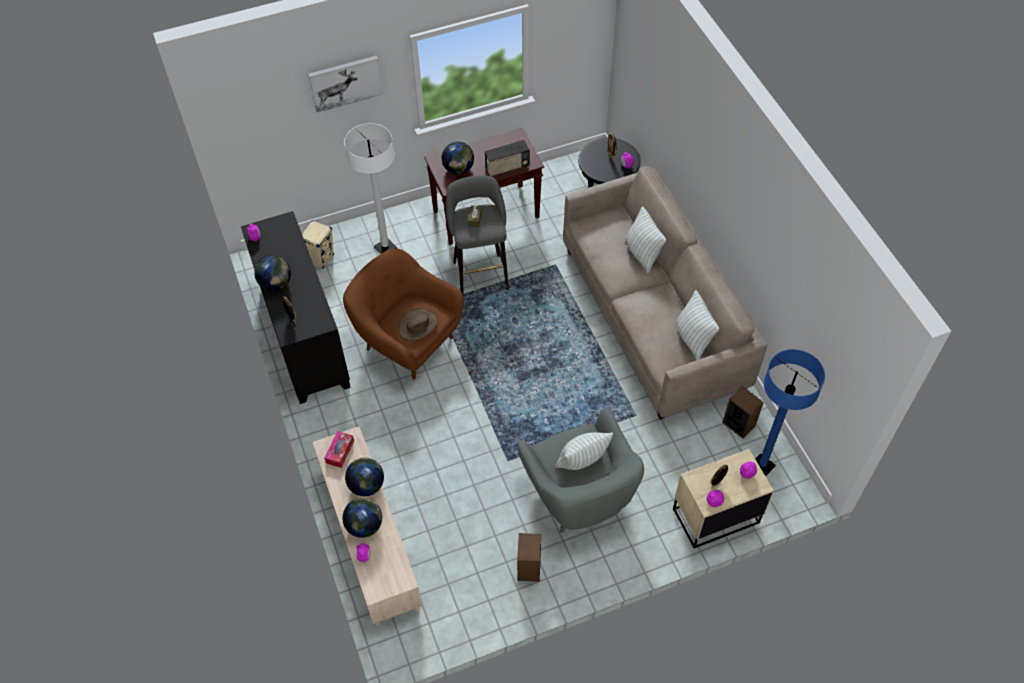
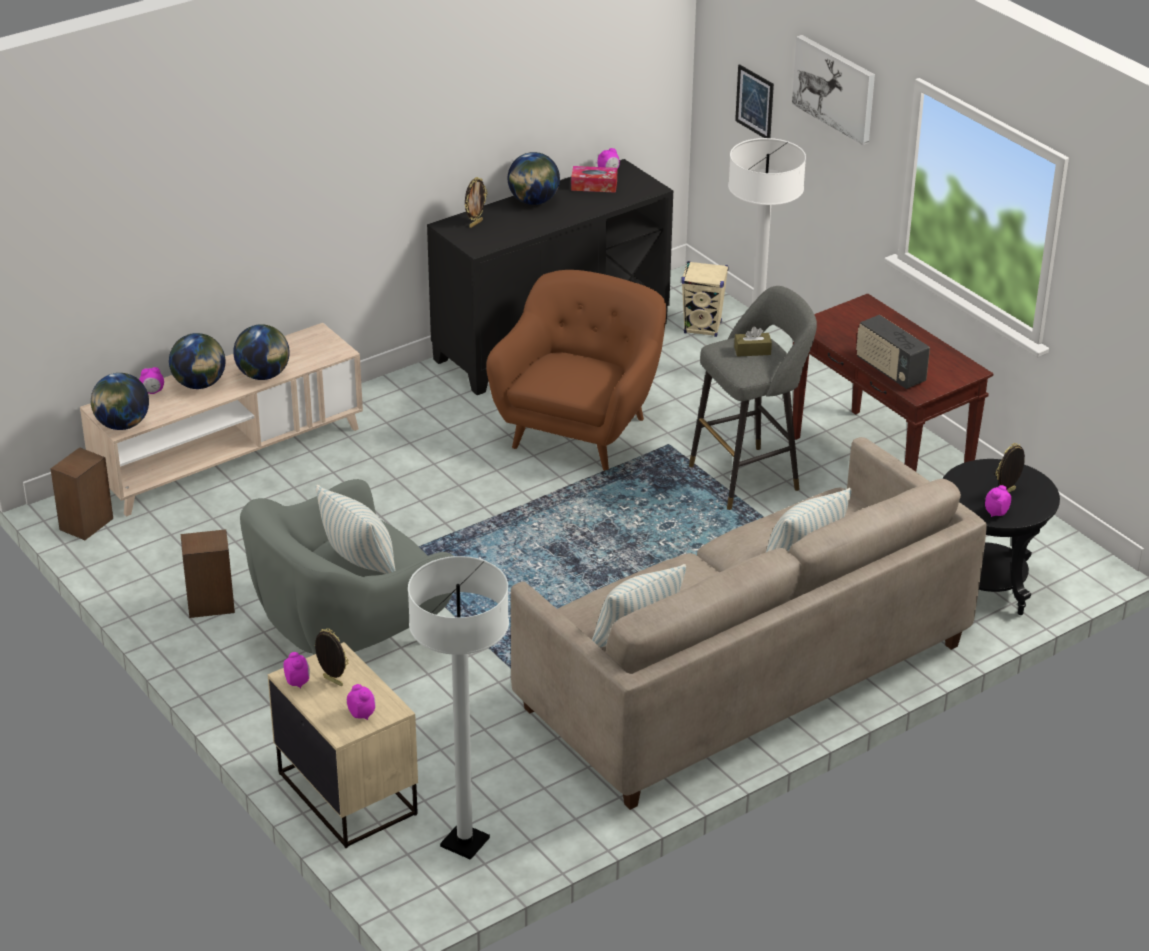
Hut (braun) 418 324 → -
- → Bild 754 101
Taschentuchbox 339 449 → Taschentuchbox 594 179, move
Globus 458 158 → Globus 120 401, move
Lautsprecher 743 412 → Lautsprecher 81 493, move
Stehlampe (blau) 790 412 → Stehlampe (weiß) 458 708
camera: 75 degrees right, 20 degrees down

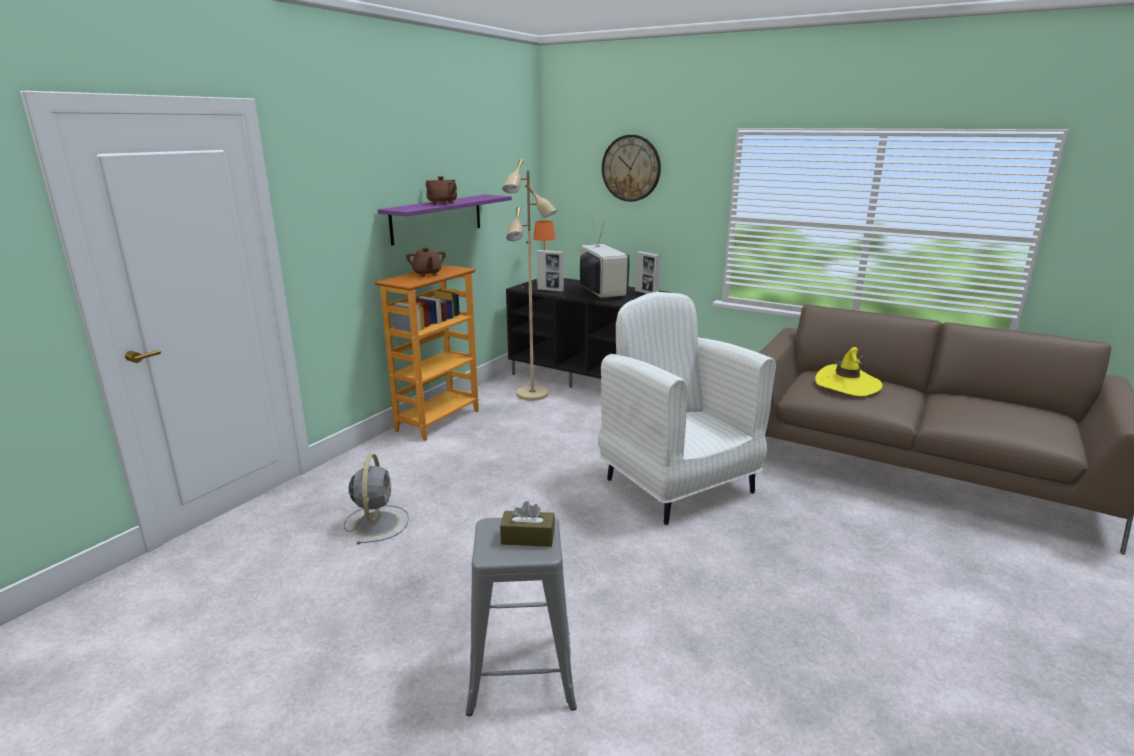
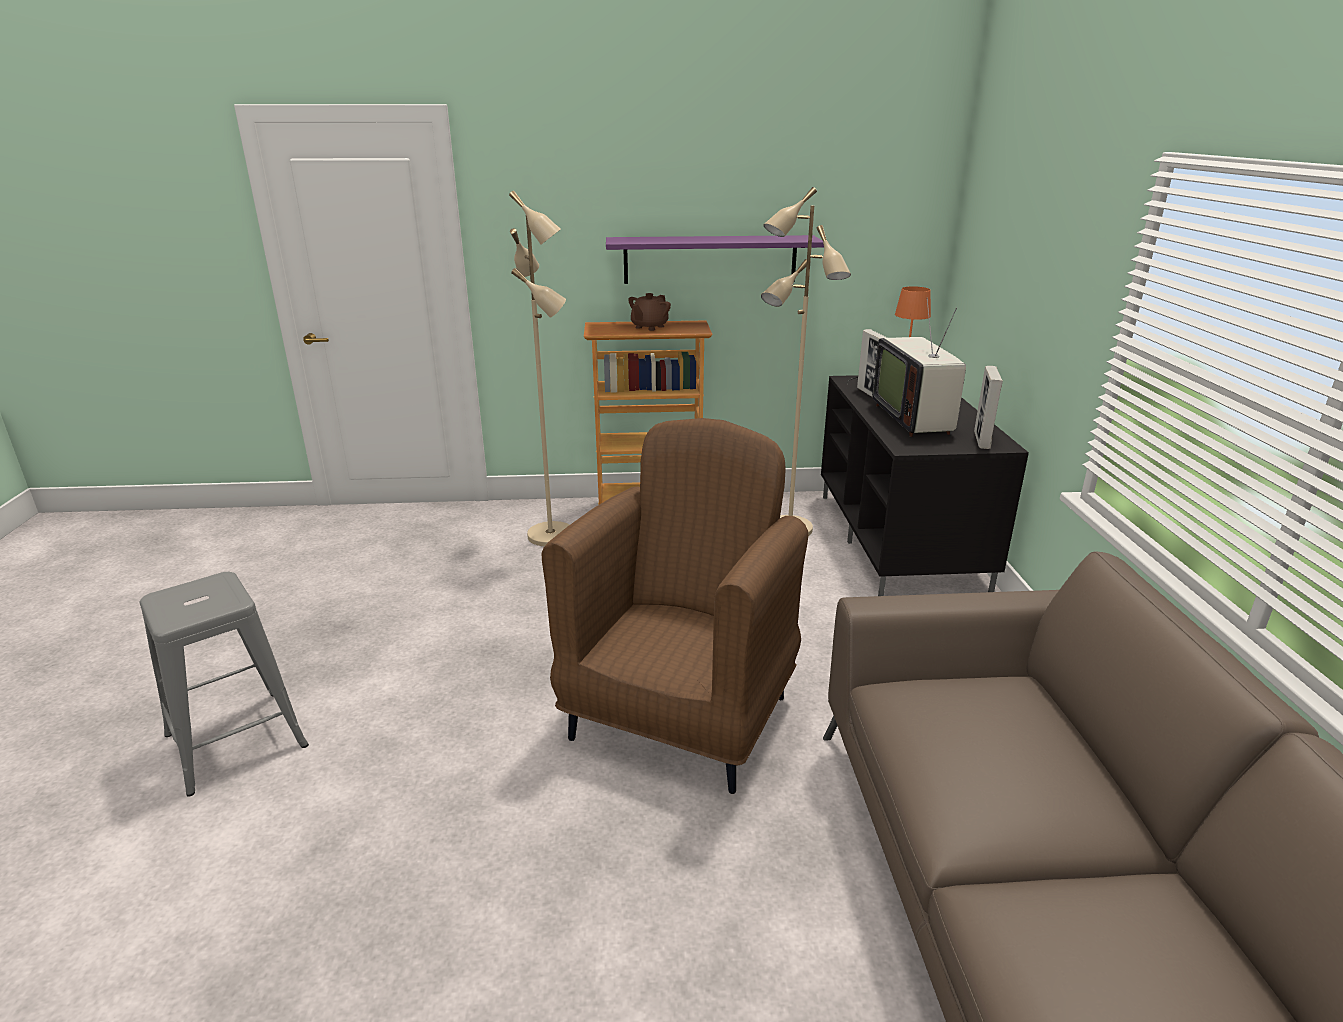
Ventilator (grau) 376 499 → -
Teekanne (braun) 441 190 → -
Taschentuchbox (braun) 527 524 → -
Wanduhr 631 168 → -
Hut (gelb) 848 371 → -
- → Stehlampe (beige) 539 368
Sessel (weiß) 687 408 → Sessel (braun) 674 606
Fernseher 605 256 → Fernseher 919 367, 135 degrees clockwise
camera: 55 degrees right, 5 degrees up

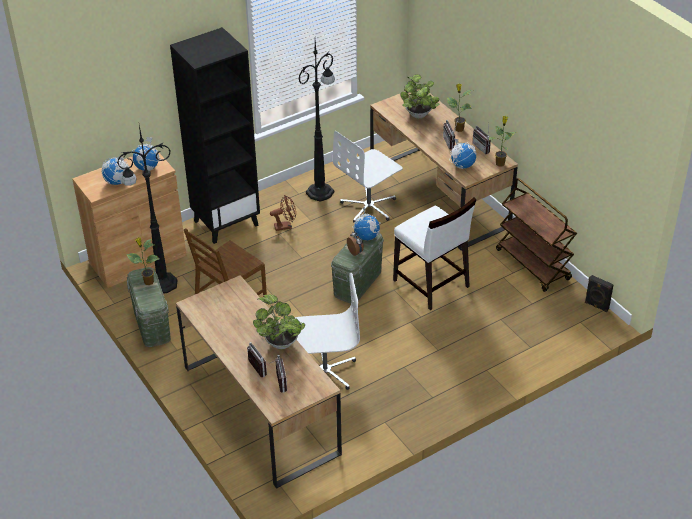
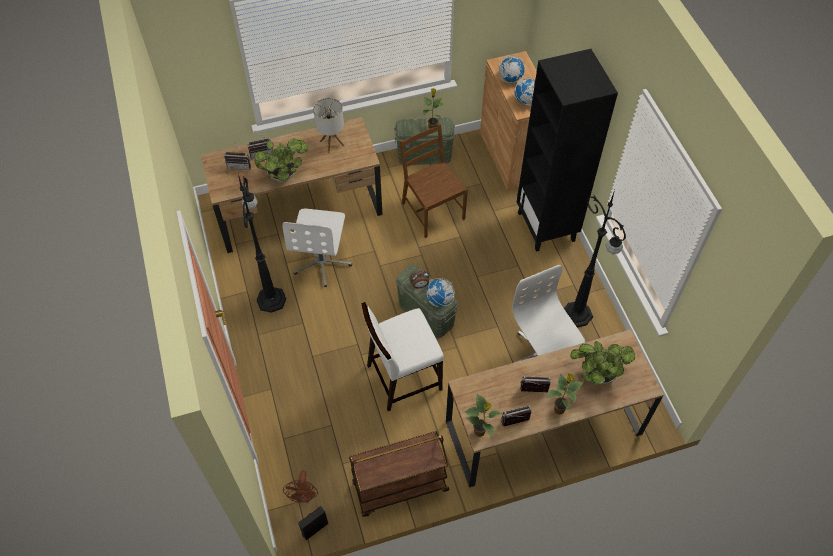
Globus 463 153 → -
- → Tischlampe 328 125
Stehlampe (schwarz) 147 209 → Stehlampe (schwarz) 262 244, move
Ventilator (braun) 283 213 → Ventilator (braun) 300 486, move
camera: 105 degrees right, 15 degrees up

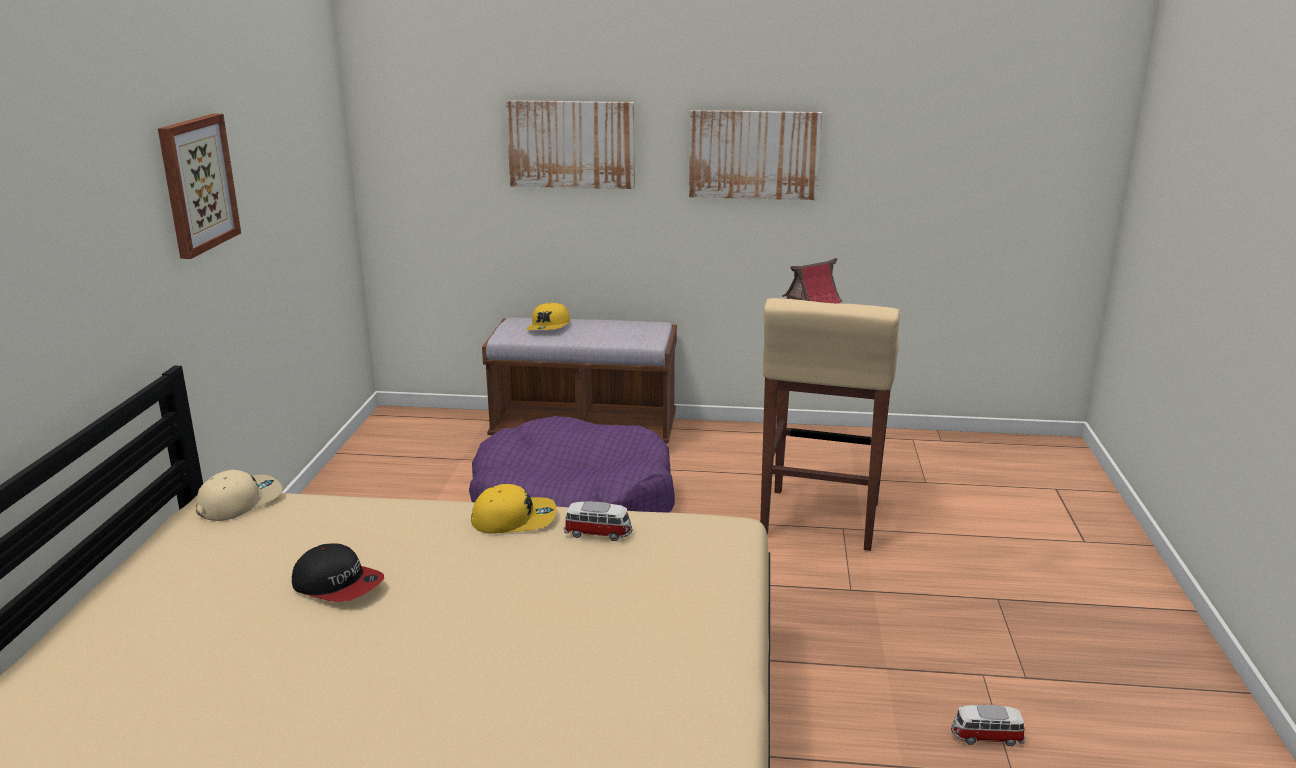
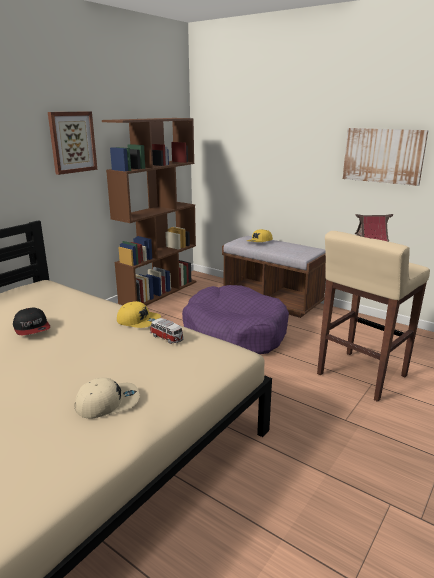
Bild 570 144 → -
Spielzeugauto 988 725 → -
- → Bücherregal (braun) 149 212
Kappe (beige) 239 495 → Kappe (beige) 107 398, move
camera: 30 degrees right, 0 degrees up

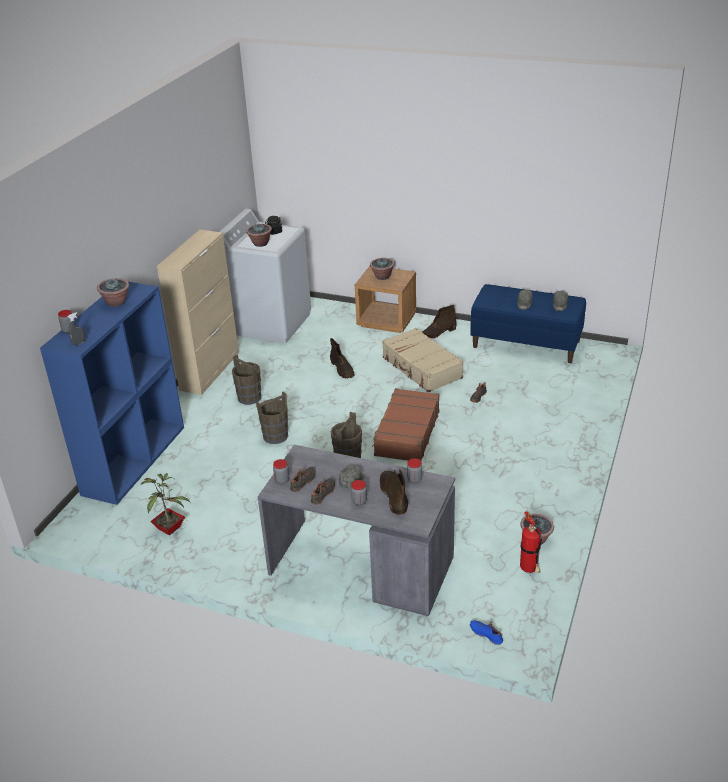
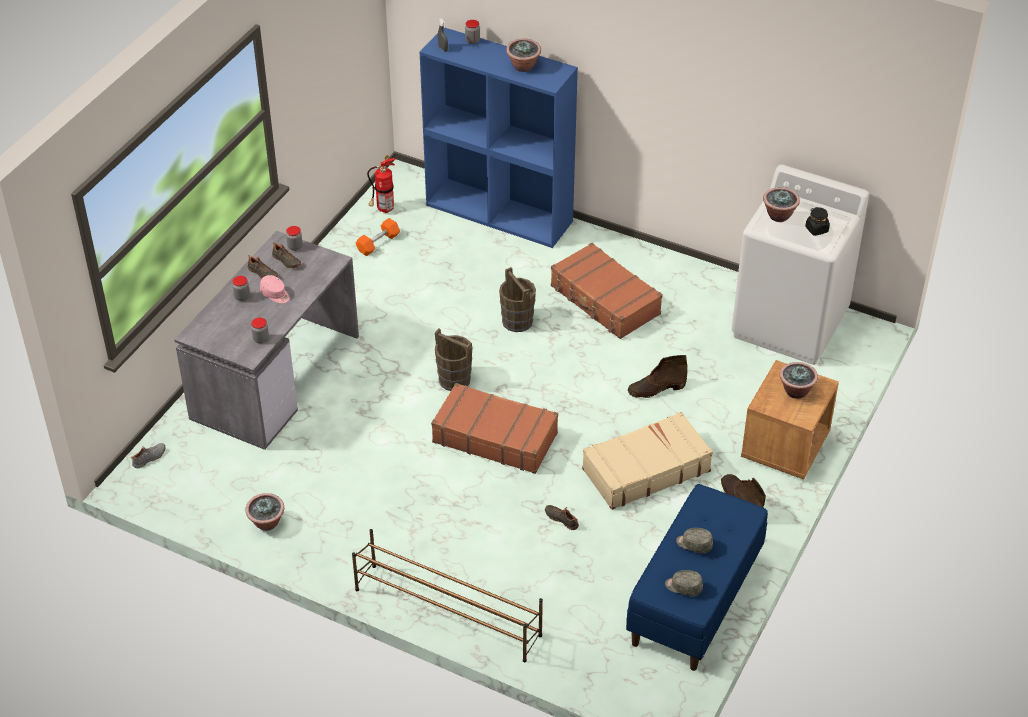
Schrank (beige) 198 312 → -
Stiefel (braun) 393 492 → -
- → Schuhregal (braun) 447 595
Feuerlöscher 531 542 → Feuerlöscher 381 184, move
Topfpflanze 165 504 → Hantel (orange) 378 237
Eimer (braun) 246 380 → Koffer (braun) 607 291
Kappe (grau) 351 477 → Kappe (rosa) 275 289
Schuh (blau) 486 632 → Schuh (grau) 148 455
camera: 95 degrees right, 10 degrees up

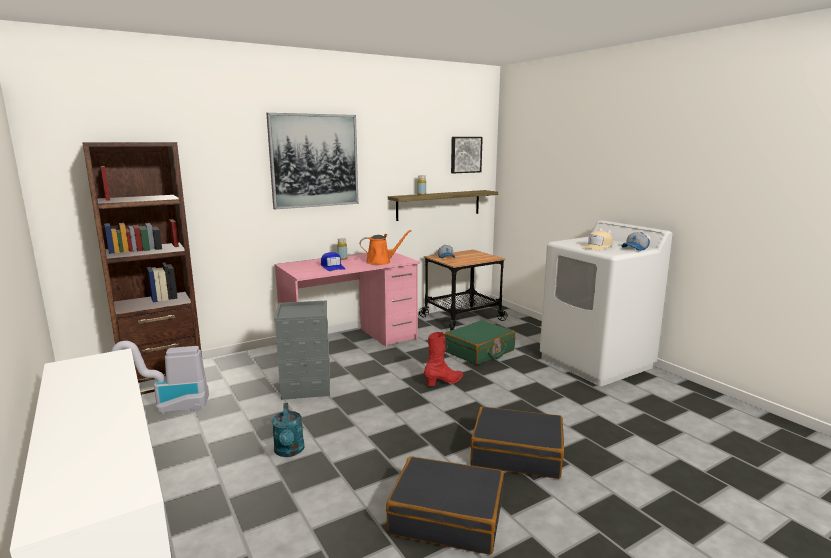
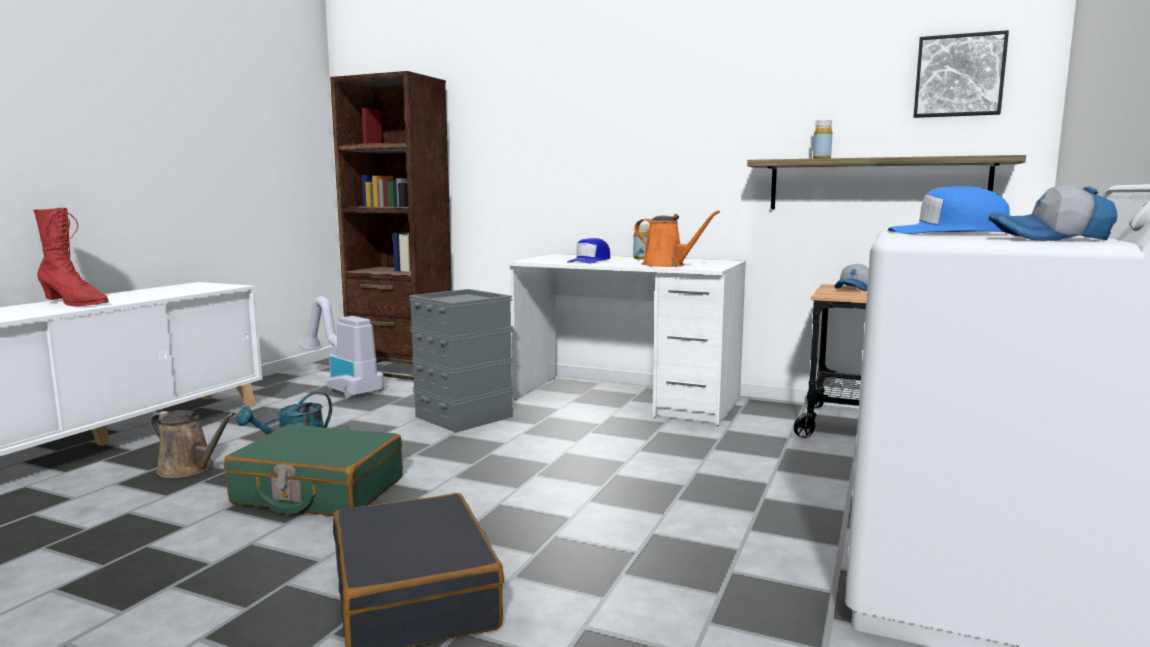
Bild 312 161 → -
Koffer (schwarz) 445 505 → -
- → Gießkanne (braun) 192 444
Stiefel (rot) 443 359 → Stiefel (rot) 70 257, move
Koffer (grün) 479 342 → Koffer (grün) 313 470, move
Schreibtisch (rosa) 347 300 → Schreibtisch (weiß) 626 340
Kappe (beige) 597 241 → Kappe (blau) 949 210
camera: 55 degrees right, 5 degrees down

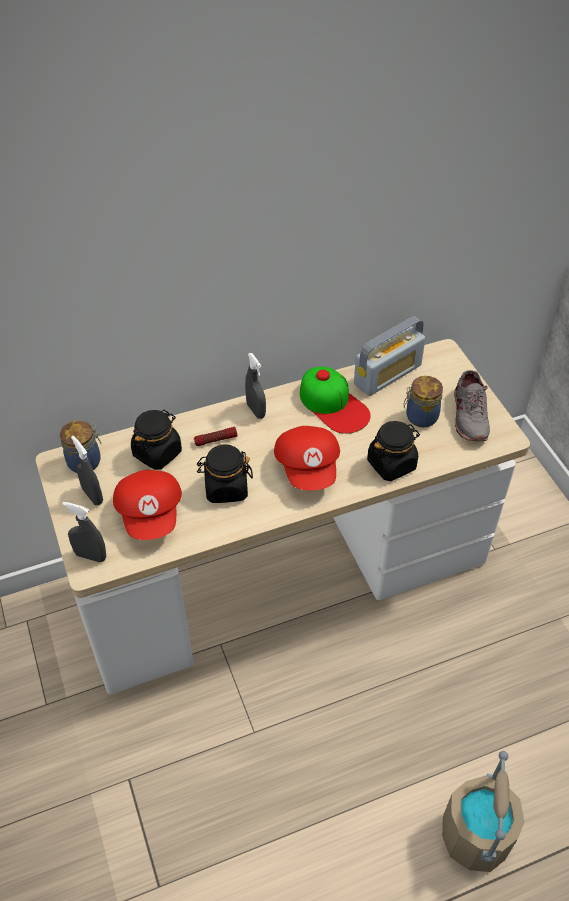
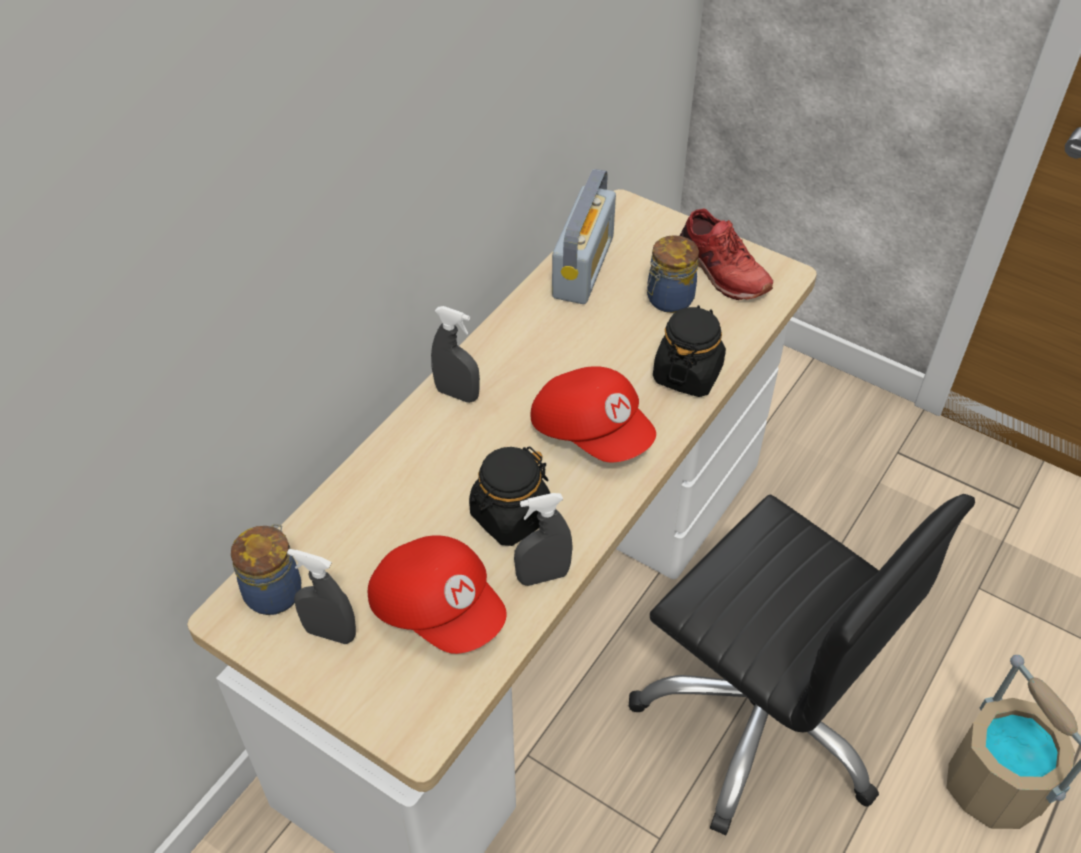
Vorratsglas (schwarz) 156 440 → -
Taschenlampe 215 436 → -
Kappe 335 400 → -
- → Bürostuhl (schwarz) 802 665
Sprühflasche (grau) 84 532 → Sprühflasche (grau) 543 539, move
Schuh (grau) 472 405 → Schuh (rot) 726 254
camera: 35 degrees left, 0 degrees up

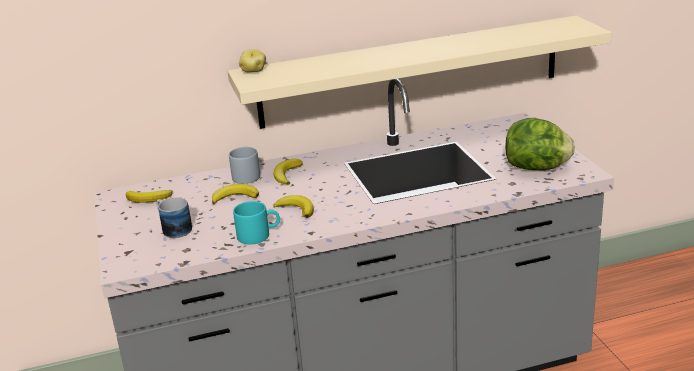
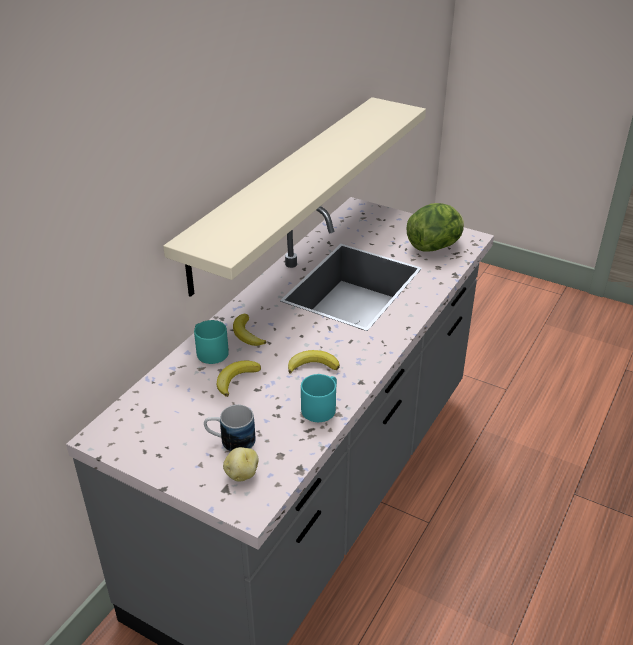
Banane 149 196 → -
Kartoffel 252 60 → Kartoffel 241 464, move
Henkelbecher (grau) 244 165 → Henkelbecher (türkis) 211 342
camera: 45 degrees left, 10 degrees up

